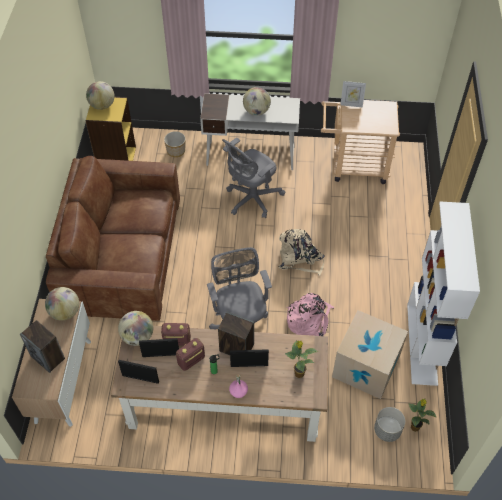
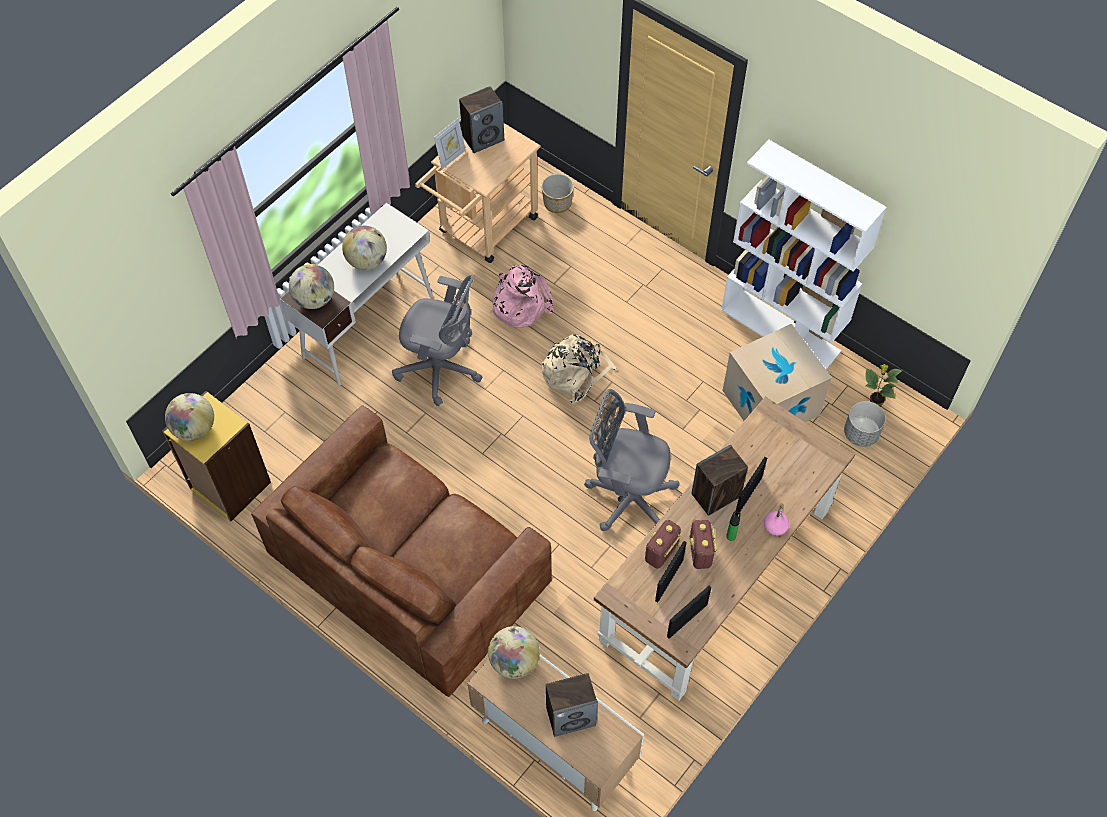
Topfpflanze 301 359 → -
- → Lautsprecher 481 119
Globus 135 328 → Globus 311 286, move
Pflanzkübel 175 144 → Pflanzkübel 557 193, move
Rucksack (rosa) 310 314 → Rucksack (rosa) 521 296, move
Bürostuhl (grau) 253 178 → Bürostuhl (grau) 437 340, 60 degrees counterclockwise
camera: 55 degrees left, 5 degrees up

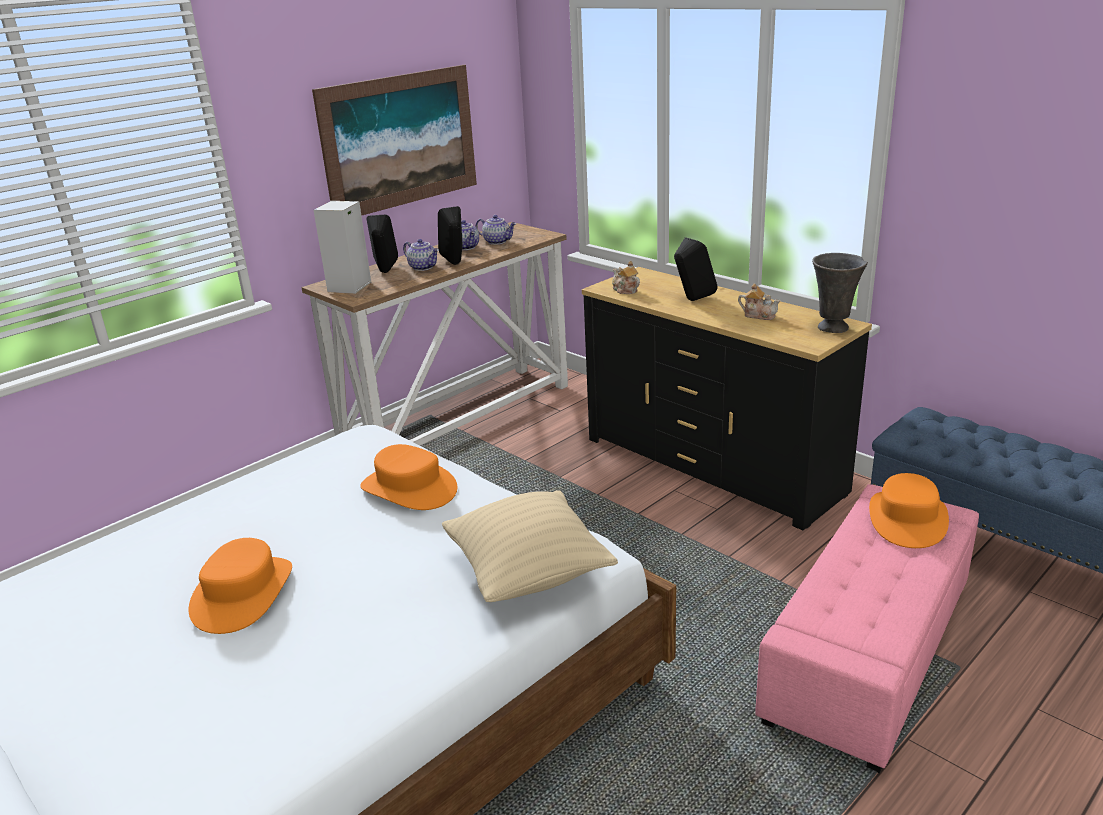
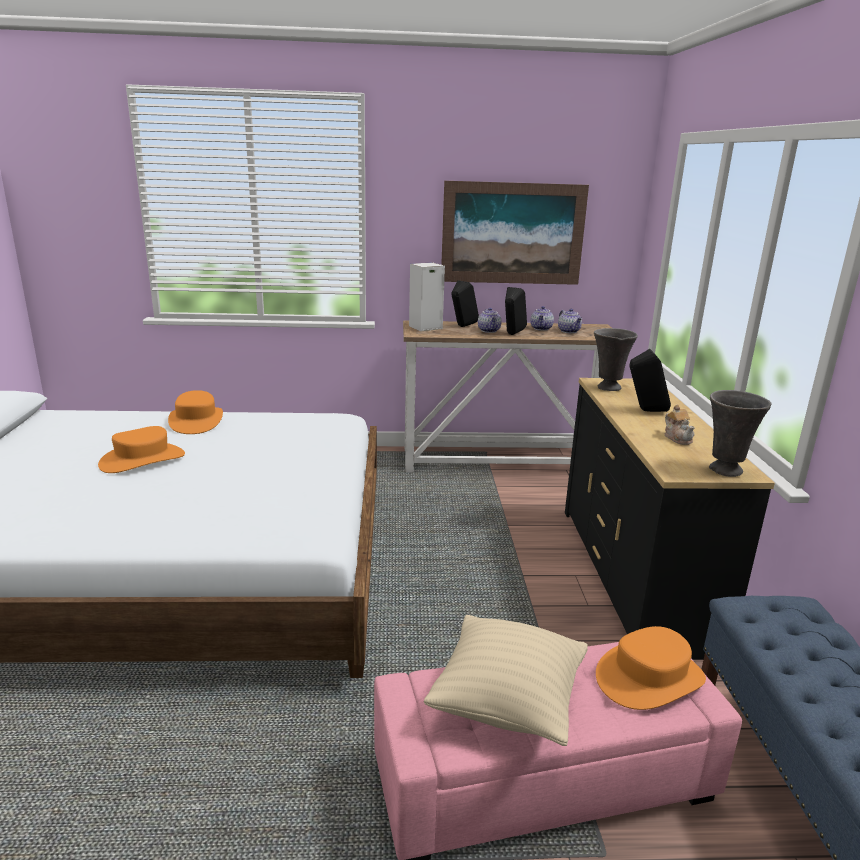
Hut (orange) 409 477 → Hut (orange) 195 412, move
Kissen (beige) 530 546 → Kissen (beige) 506 680, move
Teekanne 626 277 → Vase (grau) 616 359
camera: 40 degrees right, 5 degrees down

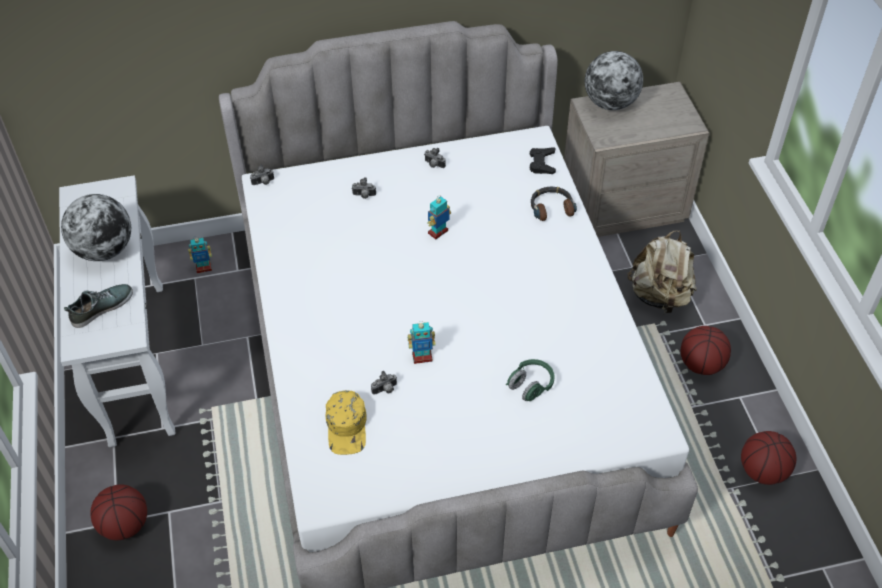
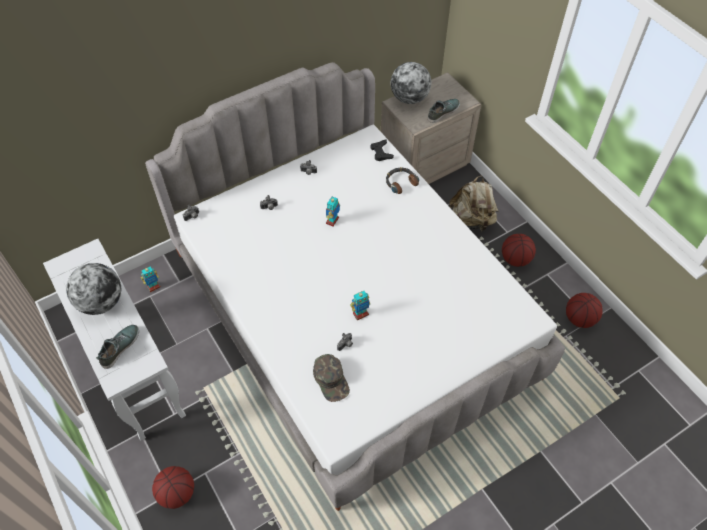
Kopfhörer (grün) 530 380 → -
- → Schuh 444 111
Kappe (gelb) 346 422 → Kappe (grün) 331 378
camera: 20 degrees left, 5 degrees up

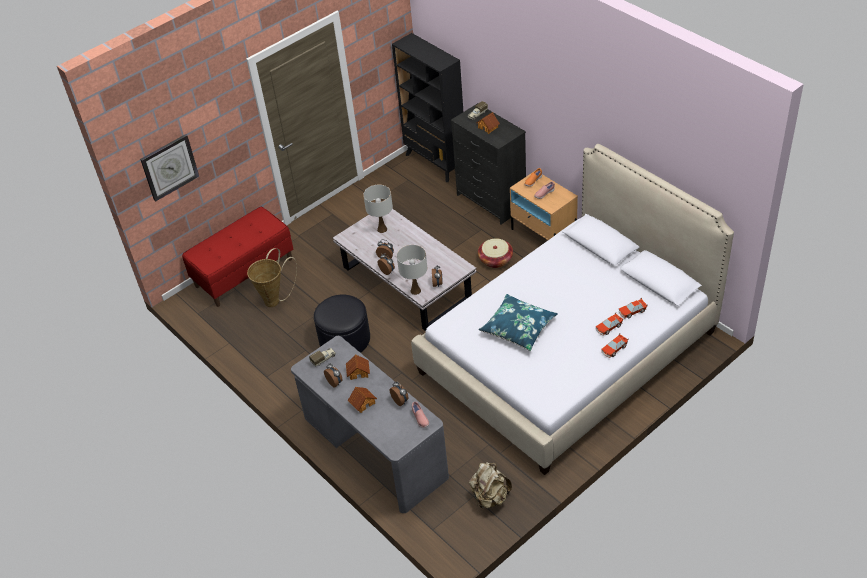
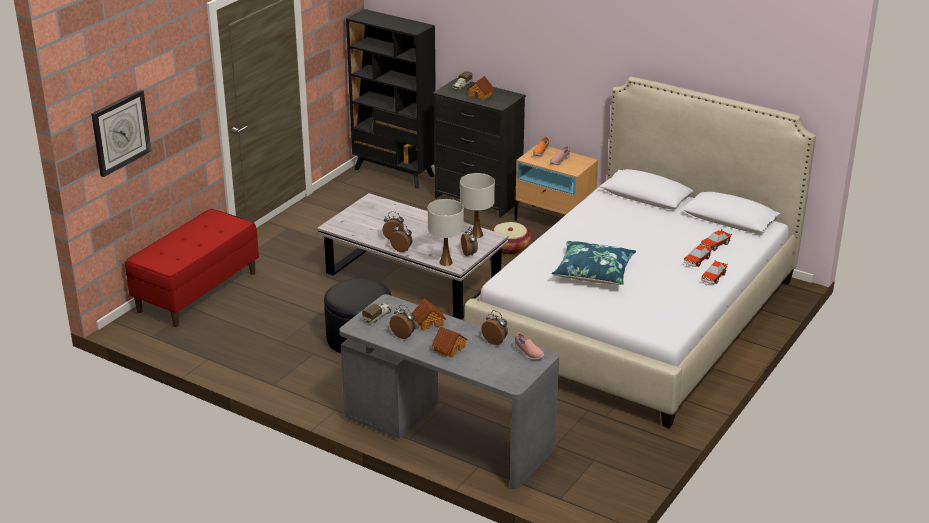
Korb 272 277 → -
Rucksack (beige) 490 485 → -
Tischlampe (weiß) 378 209 → Tischlampe (weiß) 477 205, move
camera: 20 degrees left, 15 degrees down

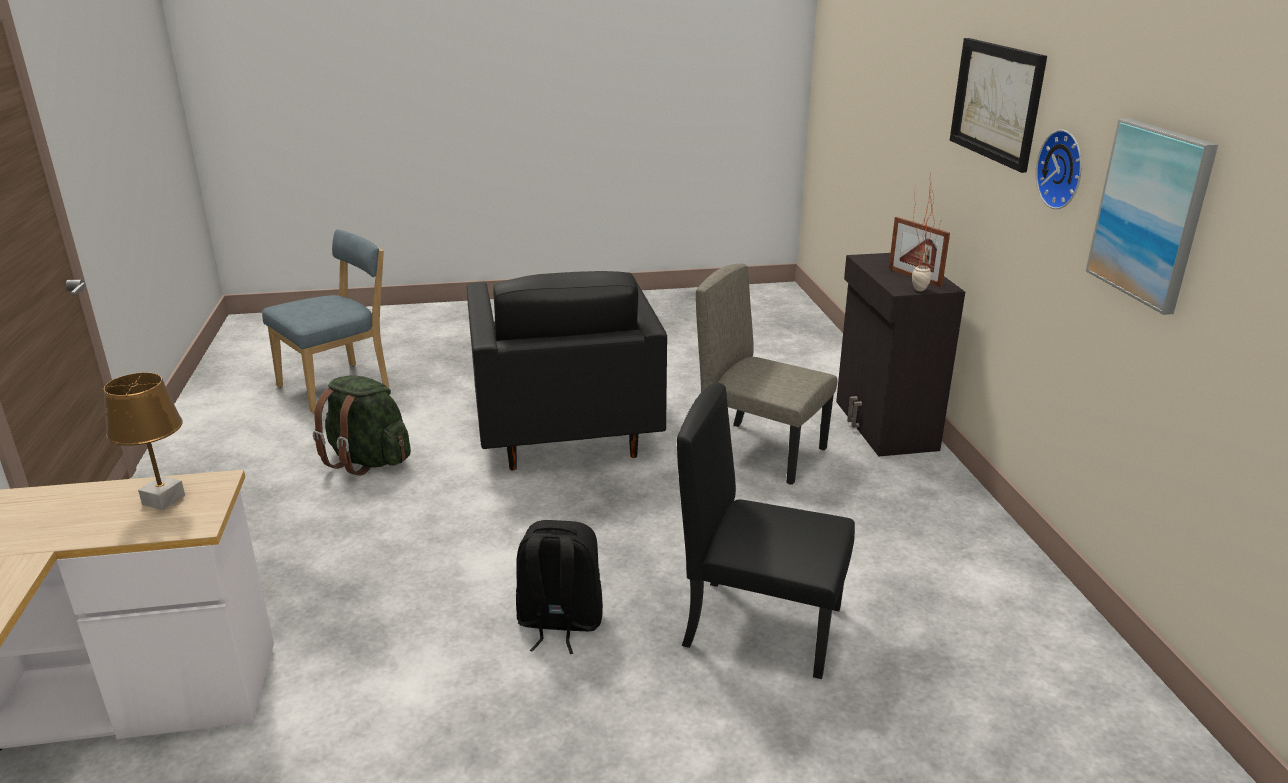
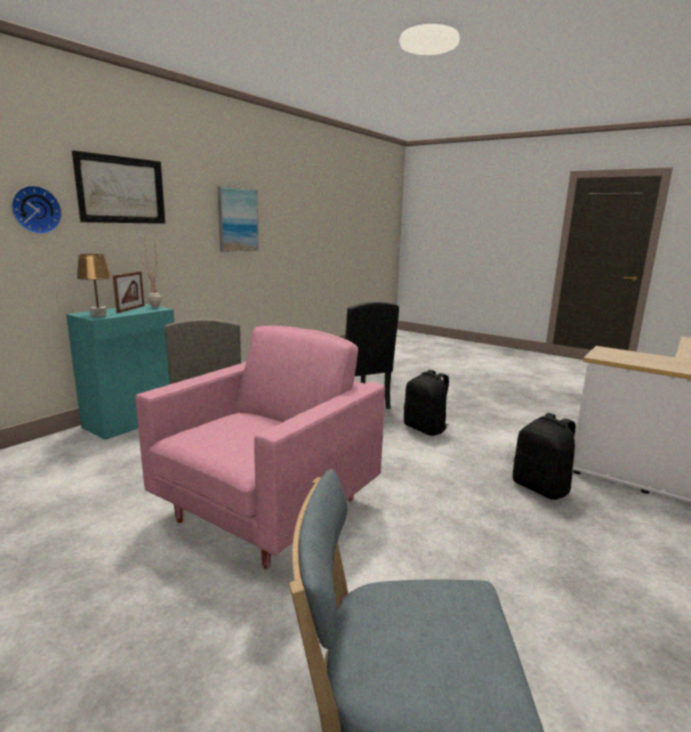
Rucksack (grün) 362 425 → -
- → Rucksack (schwarz) 544 456
Tischlampe (braun) 144 441 → Tischlampe (braun) 94 285, move
Wanduhr 1059 169 → Wanduhr 36 209, move
Sessel (schwarz) 567 370 → Sessel (rosa) 260 447
Schrank (schwarz) 900 355 → Schrank (türkis) 120 372
camera: 135 degrees left, 10 degrees down

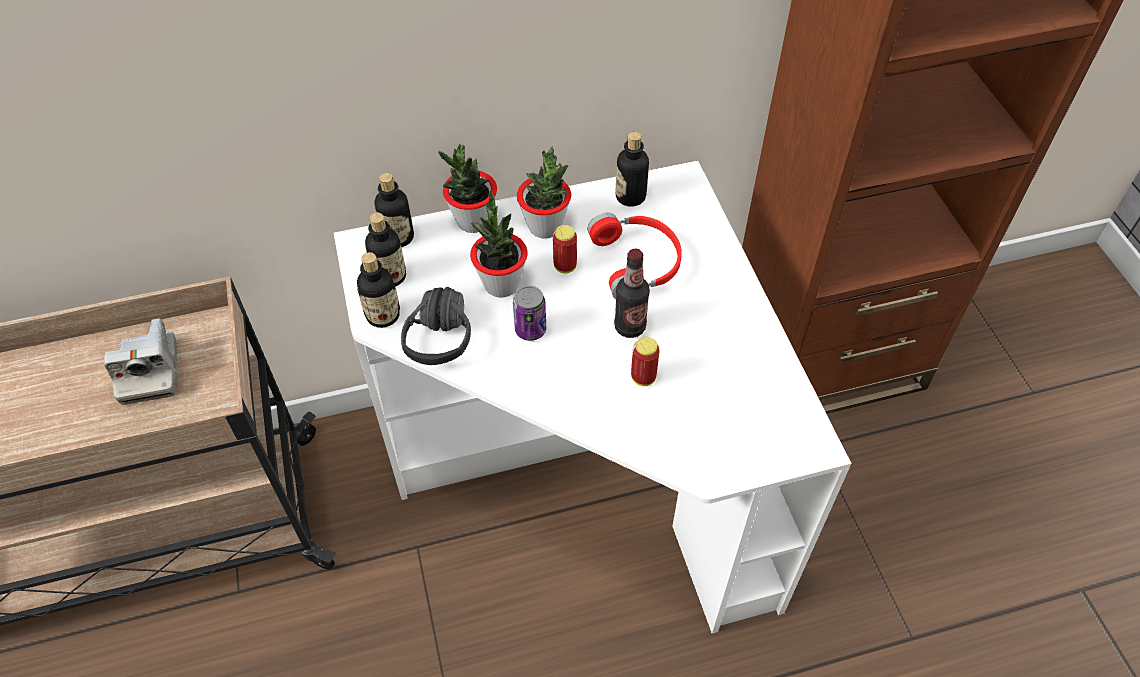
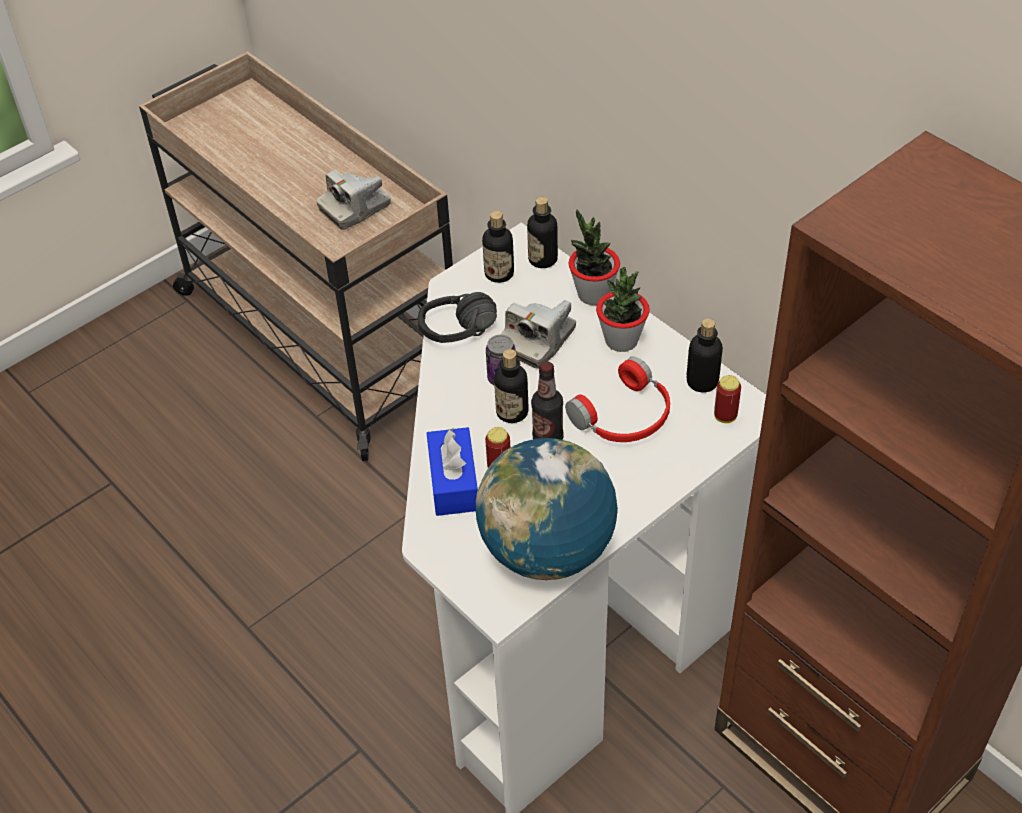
- → Taschentuchbox (blau) 452 471
- → Globus 547 509
Flasche 378 290 → Flasche 511 386, move
Dose 565 249 → Dose 727 399, move
Topfpflanze 498 244 → Kamera 538 334
camera: 65 degrees right, 5 degrees down

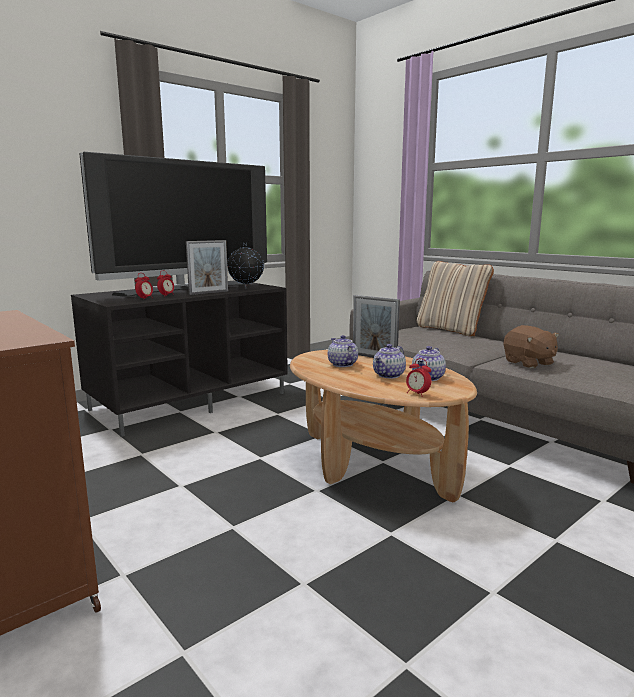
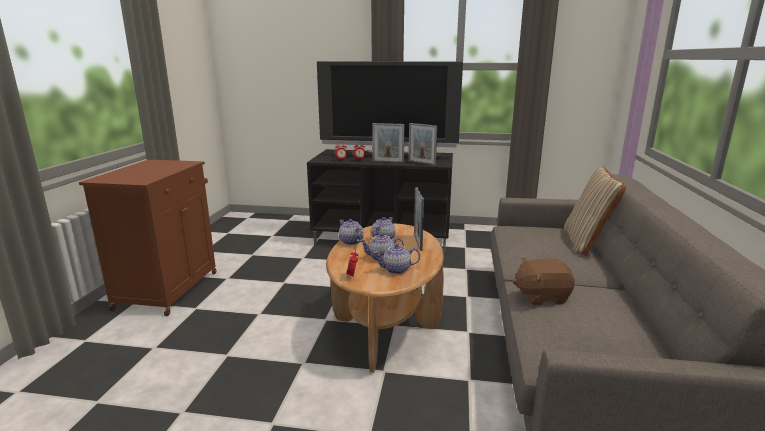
- → Teekanne 351 232
Globus 245 266 → Bilderrahmen 423 144
Plüschtier (braun) 531 346 → Plüschtier (braun) 544 281, 60 degrees clockwise
camera: 50 degrees right, 5 degrees up

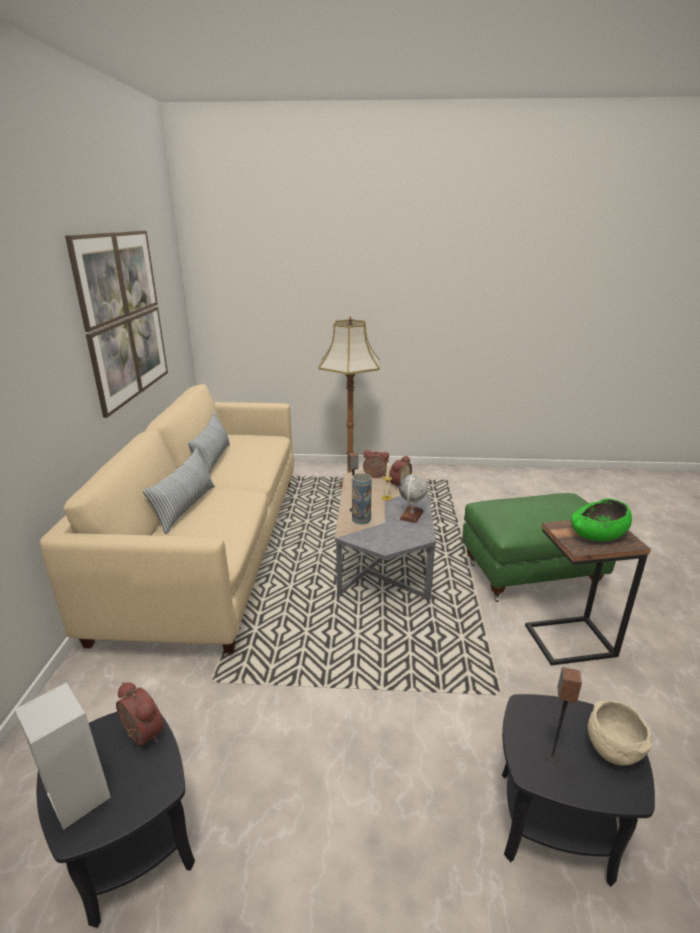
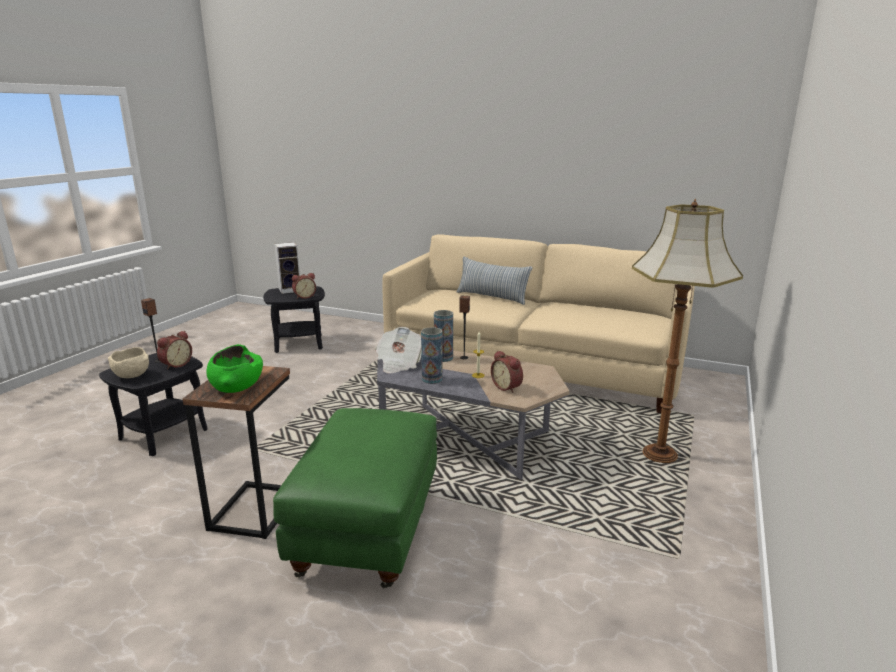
Bild 116 324 → -
Kissen 209 443 → -
- → Zeitung 398 350
Wecker 376 464 → Wecker 174 350, move
Globus 413 498 → Vase 432 355
camera: 110 degrees right, 5 degrees down

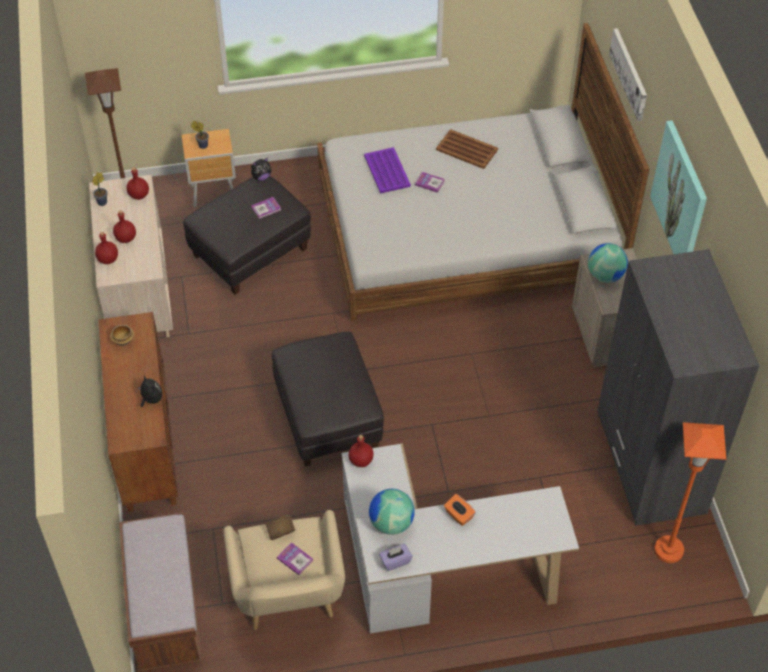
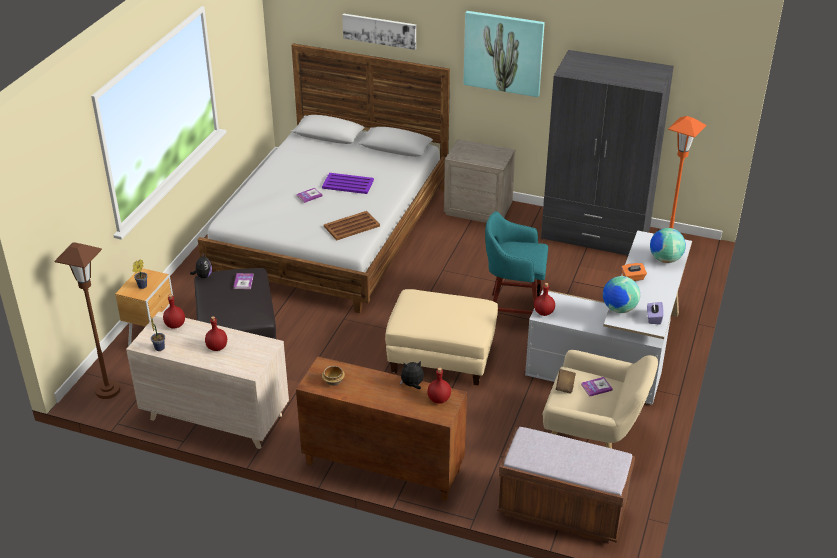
- → Hocker (türkis) 516 262
Flasche (rot) 106 248 → Flasche (rot) 439 385, move
Tablett (lila) 387 170 → Tablett (lila) 348 183, move
Tablett (braun) 467 149 → Tablett (braun) 352 226, move
Globus 608 263 → Globus 668 245, move
Polsterhocker (schwarz) 328 399 → Polsterhocker (beige) 441 337
camera: 60 degrees left, 15 degrees down

